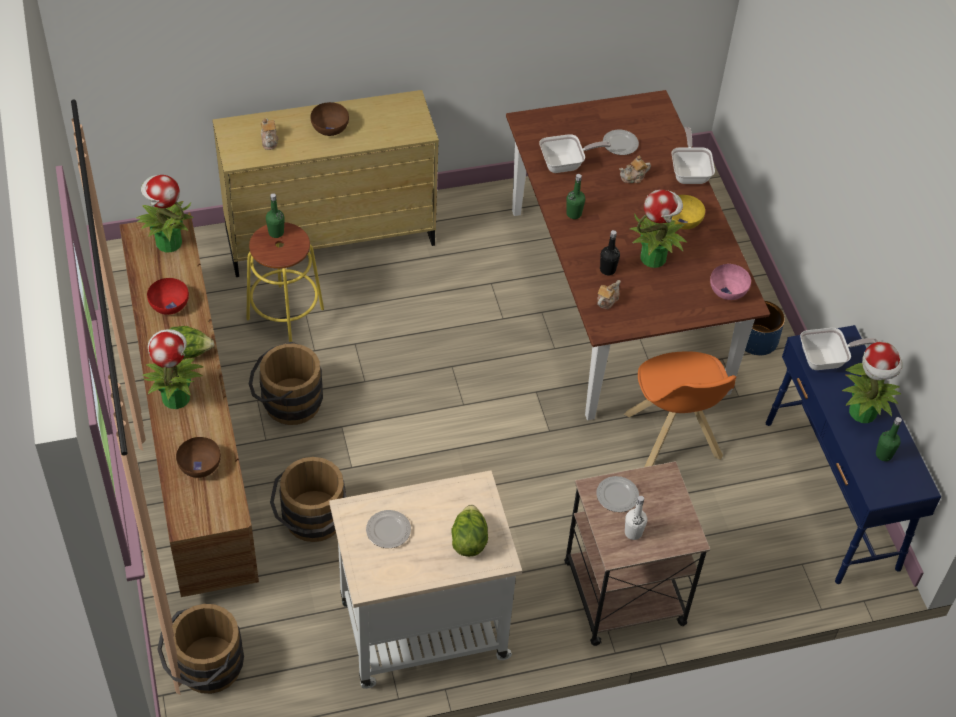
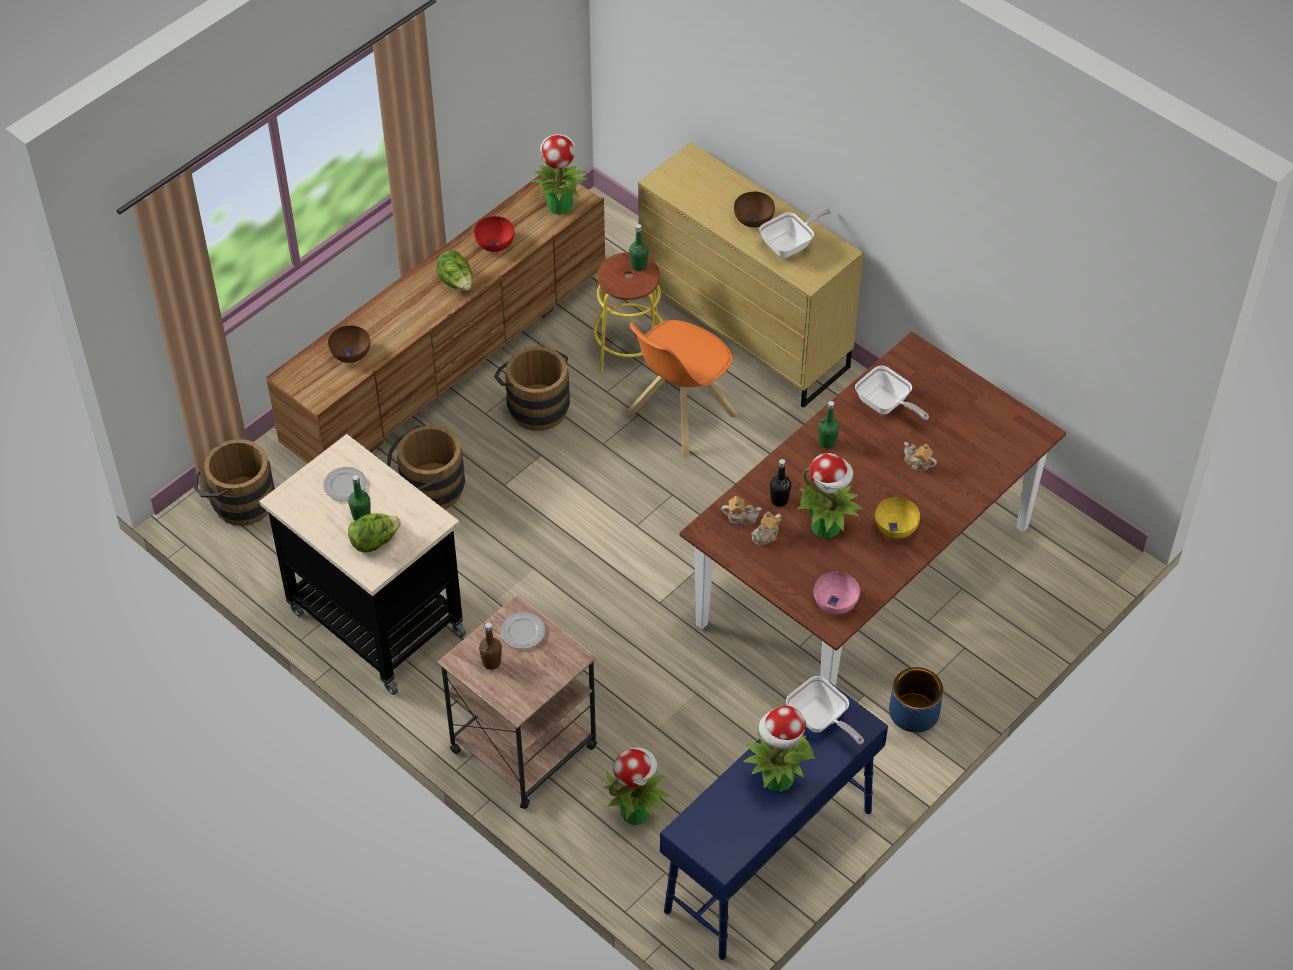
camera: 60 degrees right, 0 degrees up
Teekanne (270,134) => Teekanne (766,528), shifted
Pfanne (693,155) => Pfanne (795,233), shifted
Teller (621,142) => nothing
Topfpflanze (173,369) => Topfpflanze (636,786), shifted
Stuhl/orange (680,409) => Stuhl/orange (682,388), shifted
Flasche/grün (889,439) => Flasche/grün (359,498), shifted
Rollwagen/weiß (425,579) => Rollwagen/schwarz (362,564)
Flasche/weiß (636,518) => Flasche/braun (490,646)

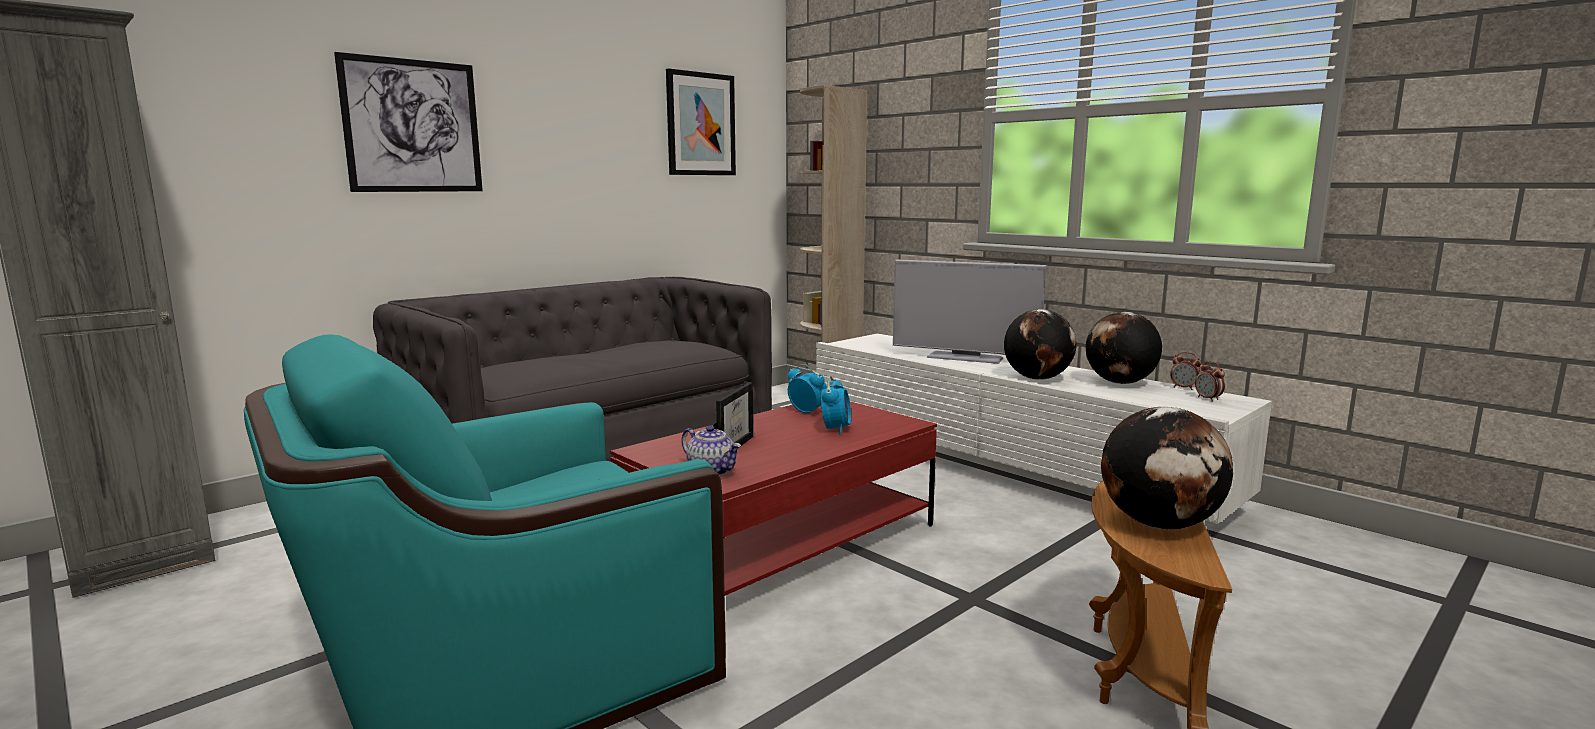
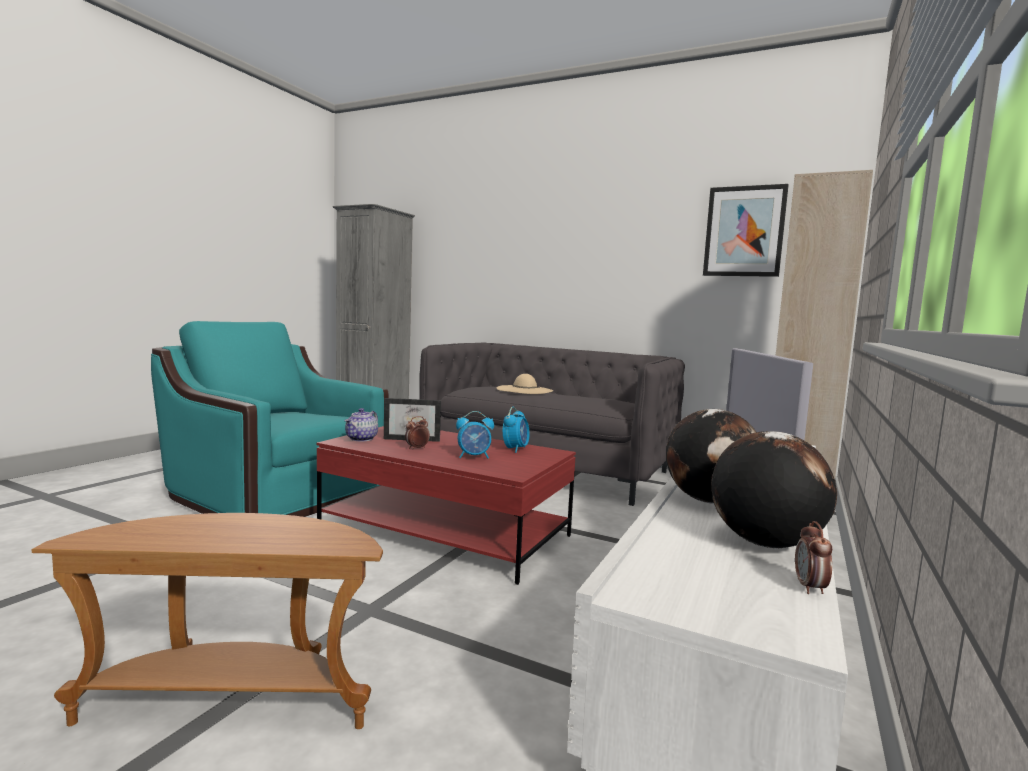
camera: 70 degrees right, 5 degrees down
Bild (408,122) => nothing
Wecker (1210,381) => Wecker (417,432), shifted
Globus (1167,468) => nothing
nothing => Hut/beige (525,384)

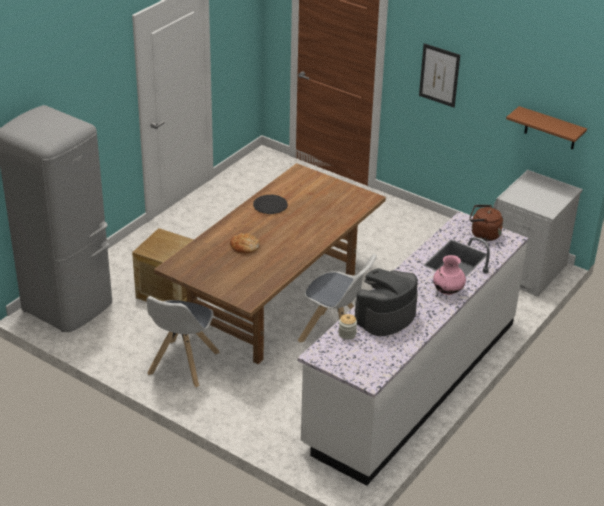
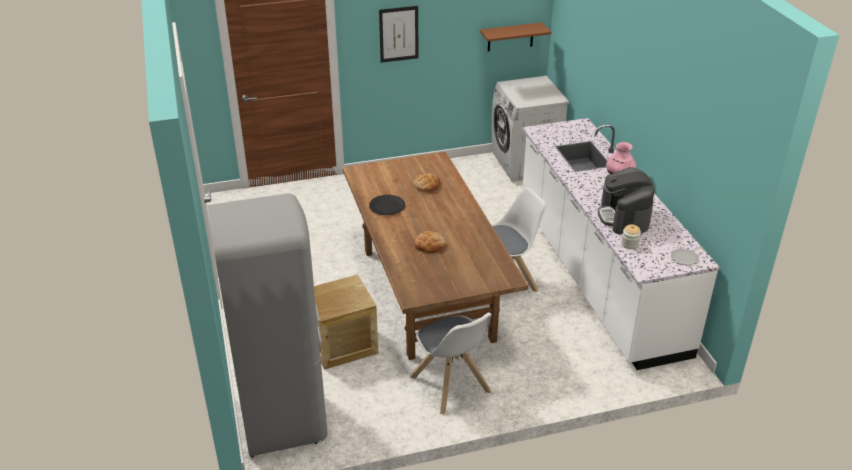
camera: 50 degrees left, 0 degrees up
Wasserkessel/braun (486,223) => nothing
nothing => Brot (427,182)
nothing => Teller (685,257)

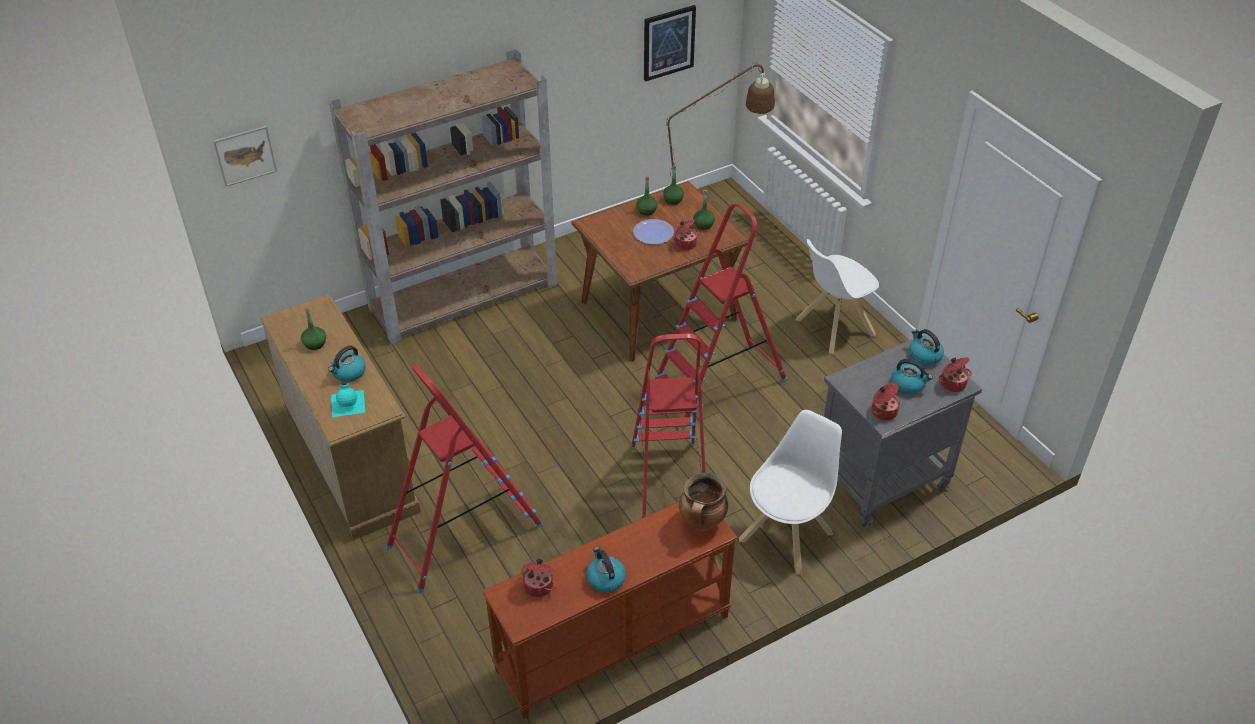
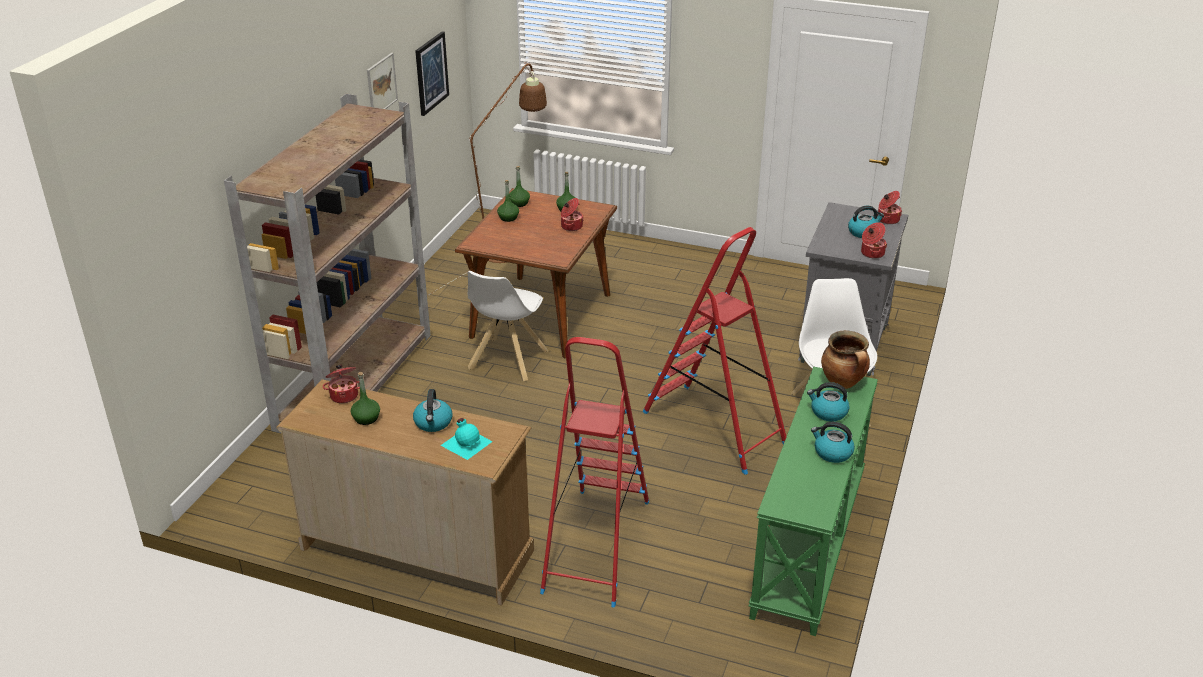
camera: 40 degrees left, 10 degrees down
Bild (245,156) => Bild (382,81), shifted
Trittleiter/rot (720,316) => nothing
Teller (653,232) => nothing
Stuhl/weiß (837,296) => Stuhl/weiß (508,326), shifted
Wasserkessel (926,347) => Wasserkessel (828,401), shifted
Konsolentisch/braun (610,610) => Konsolentisch/grün (813,501)
Kochtopf (538,578) => Kochtopf (341,384), shifted

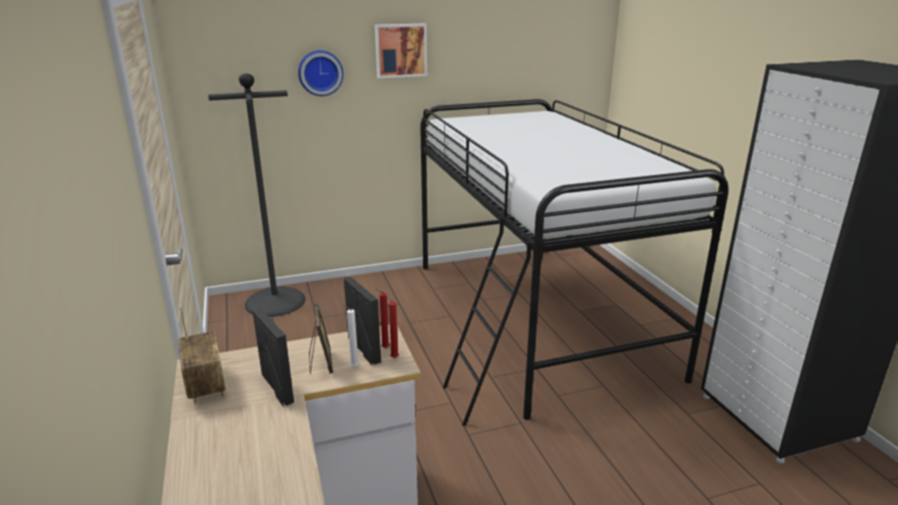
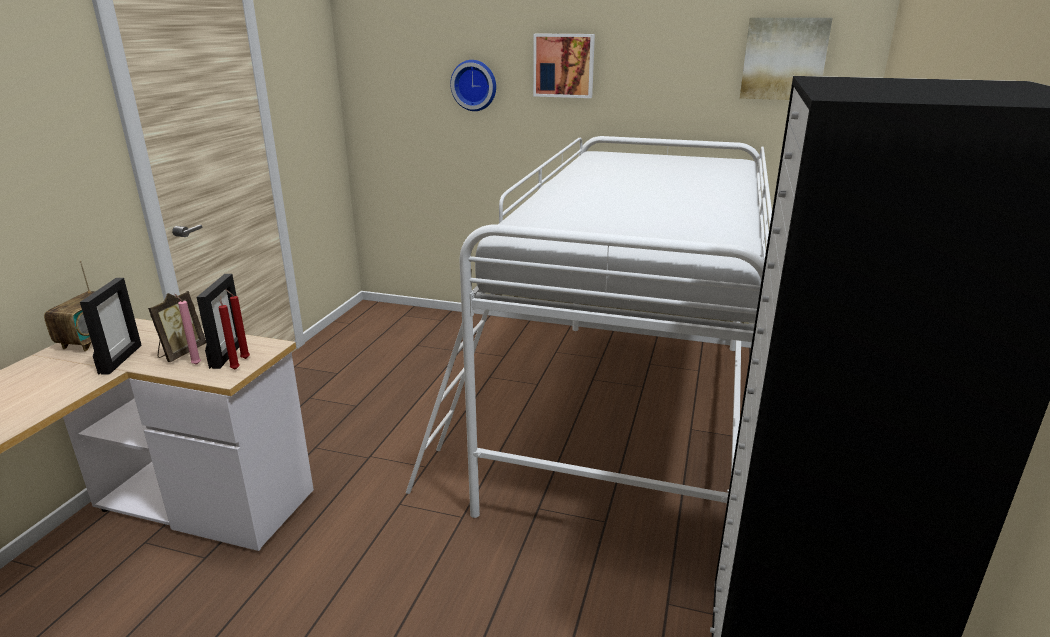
camera: 35 degrees right, 0 degrees up
Kleiderständer/schwarz (257,195) => nothing
Bett/schwarz (574,262) => Bett/weiß (589,327)
Kerze/weiß (350,336) => Kerze/rosa (188,329)
nothing => Bild (786,59)

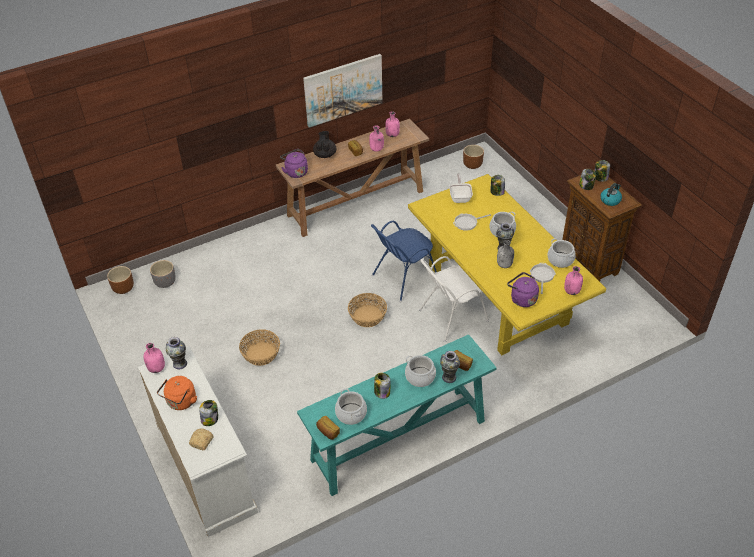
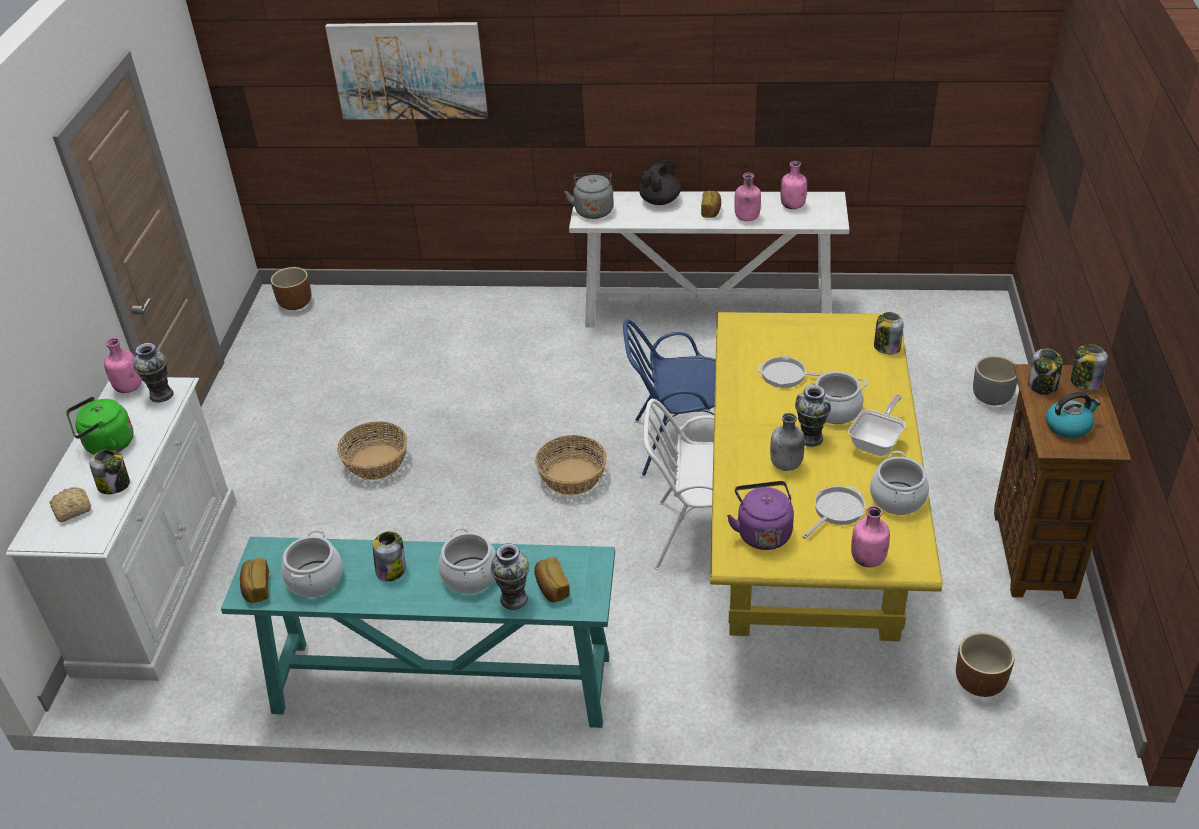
camera: 35 degrees right, 5 degrees down
Bild (343,91) => Bild (406,70), shifted
Konsolentisch/braun (352,178) => Konsolentisch/weiß (709,259)
Pflanzkübel/braun (473,157) => Pflanzkübel/braun (985,664), shifted
Wasserkessel/lila (294,163) => Wasserkessel/grau (589,196)
Pfanne (461,188) => Pfanne (877,425), shifted
Pflanzkübel/grau (163,274) => Pflanzkübel/grau (995,380), shifted
Wasserkessel/orange (177,393) => Wasserkessel/grün (100,426)

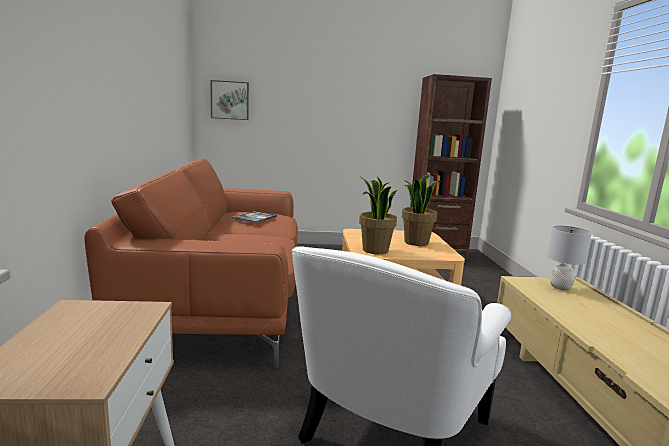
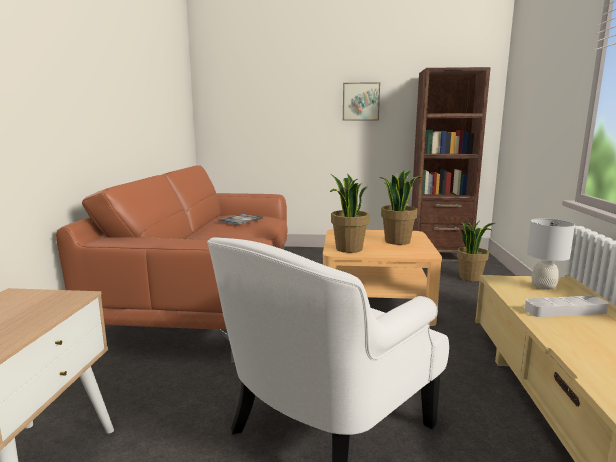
camera: 10 degrees right, 0 degrees up
Bild (229,100) => Bild (361,101), shifted
nothing => Topfpflanze (476,252)
nothing => Tablett/grau (567,306)

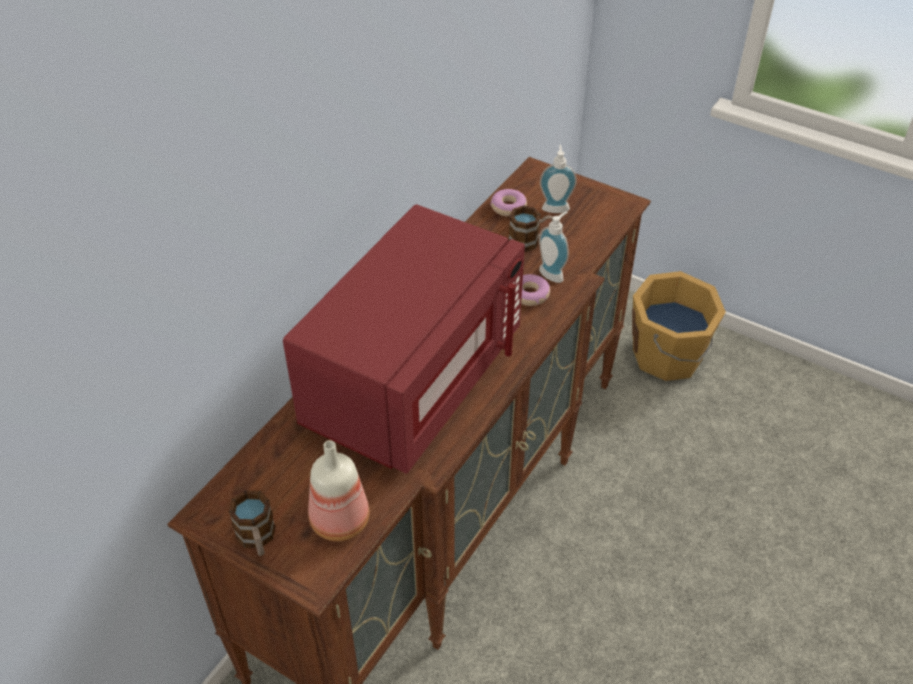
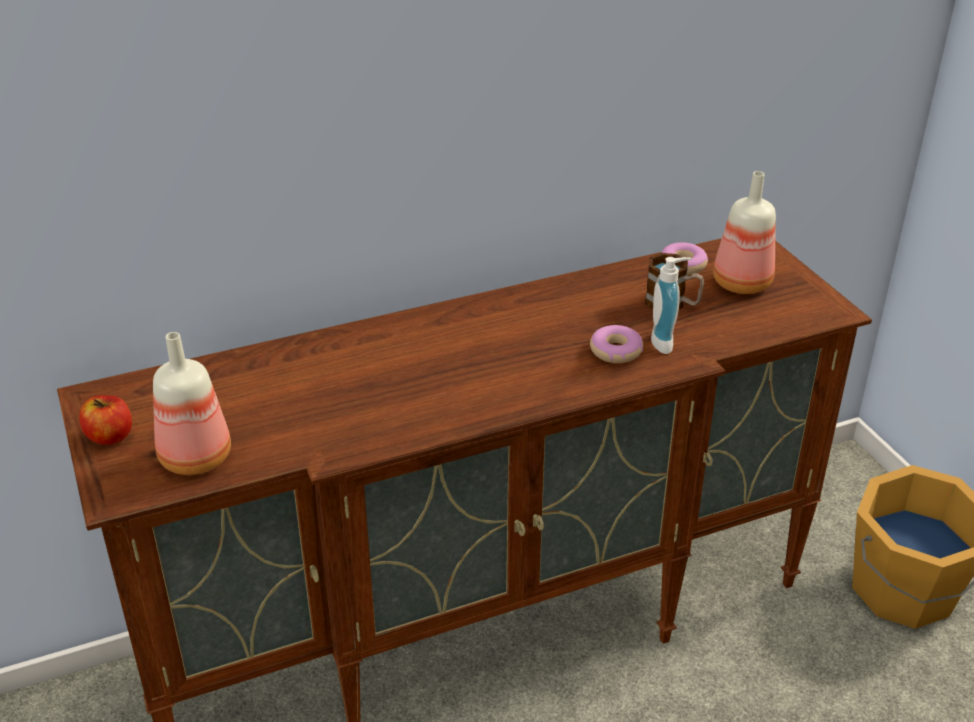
camera: 35 degrees right, 10 degrees down
Seifenspender (558,179) => Flasche (744,232)
Mikrowelle/rot (404,339) => nothing
Henkelbecher (252,523) => Apfel (105,420)

